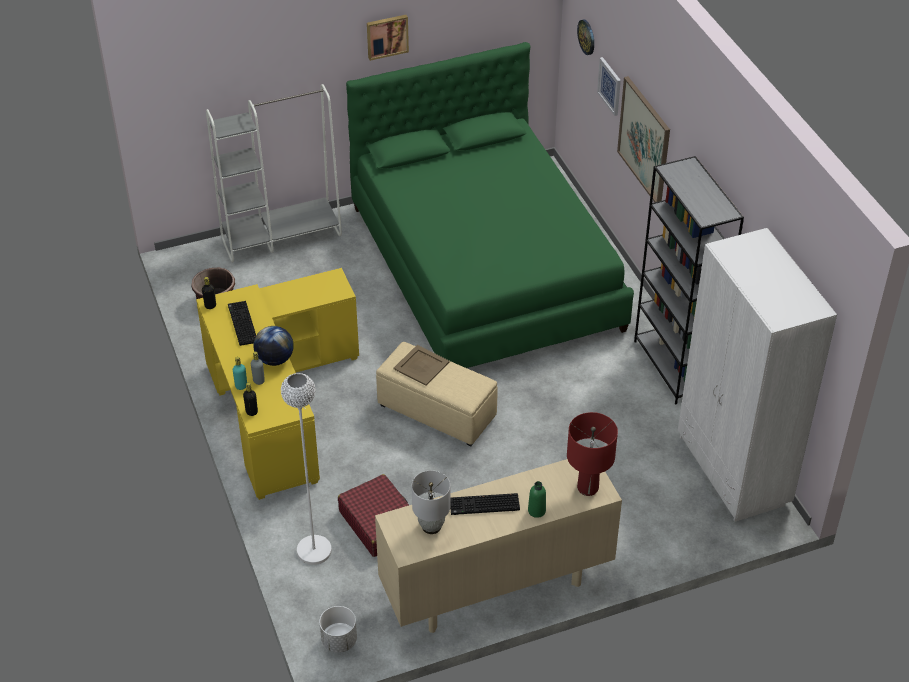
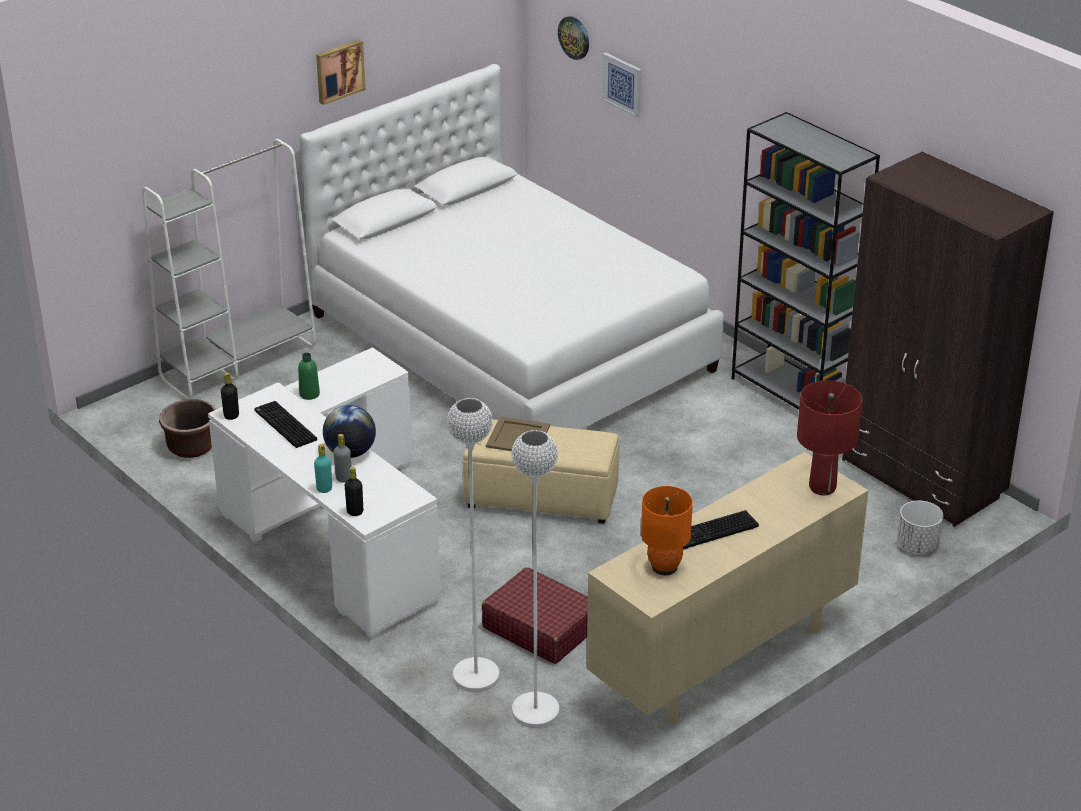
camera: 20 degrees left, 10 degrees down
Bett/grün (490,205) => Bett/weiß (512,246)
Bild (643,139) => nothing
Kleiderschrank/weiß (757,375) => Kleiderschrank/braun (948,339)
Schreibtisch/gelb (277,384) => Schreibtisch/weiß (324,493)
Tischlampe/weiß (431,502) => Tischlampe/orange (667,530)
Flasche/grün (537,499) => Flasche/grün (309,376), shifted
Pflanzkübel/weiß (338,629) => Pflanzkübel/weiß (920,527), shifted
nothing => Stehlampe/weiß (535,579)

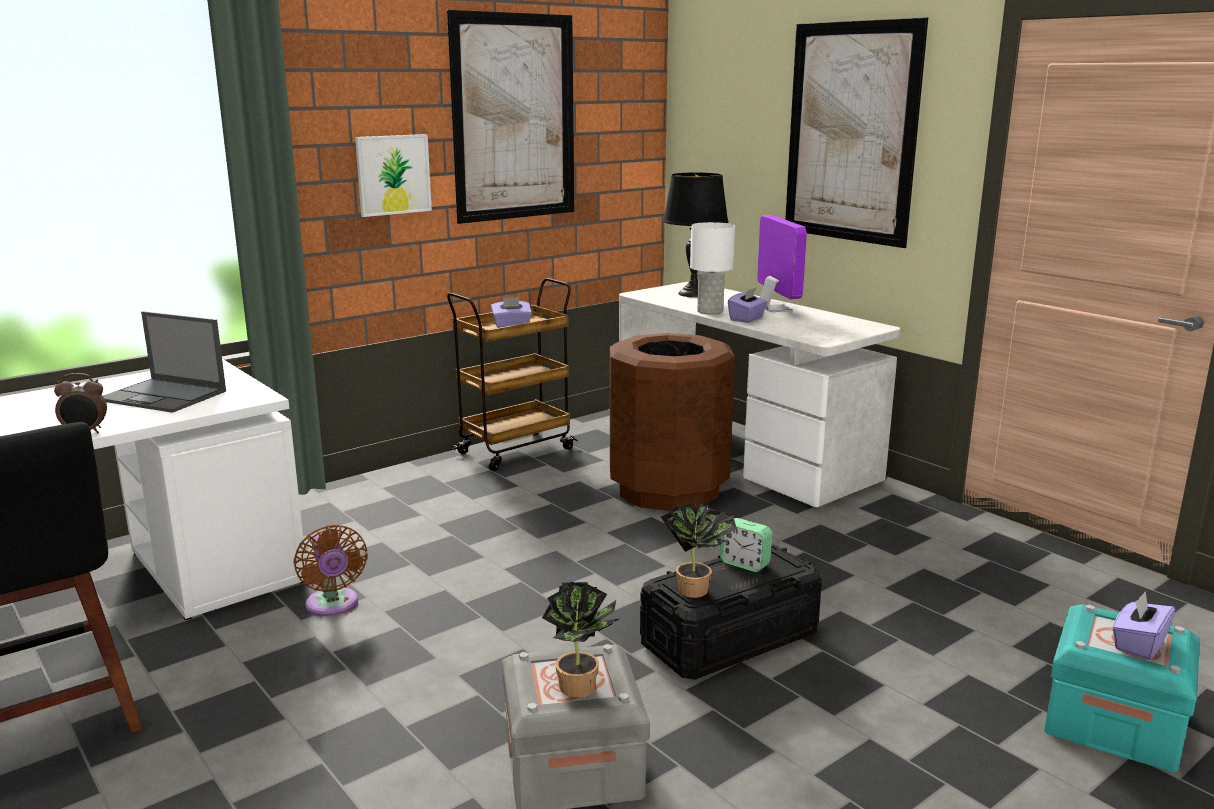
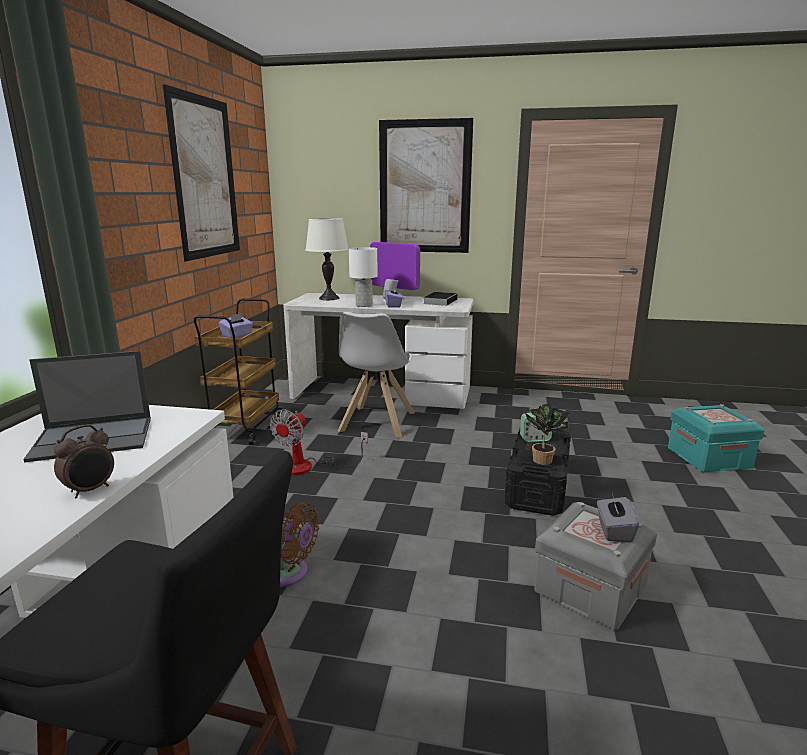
camera: 40 degrees left, 0 degrees up
Bild (393,175) => nothing
Tischlampe/schwarz (696,234) => Tischlampe/weiß (327,259)
Mülleimer/braun (672,422) => Stuhl (376,375)
Topfpflanze (582,640) => Taschentuchbox/grau (618,518)
Taschentuchbox/lila (1143,625) => nothing
nothing => Buch (440,299)
nothing => Ventilator (319,442)

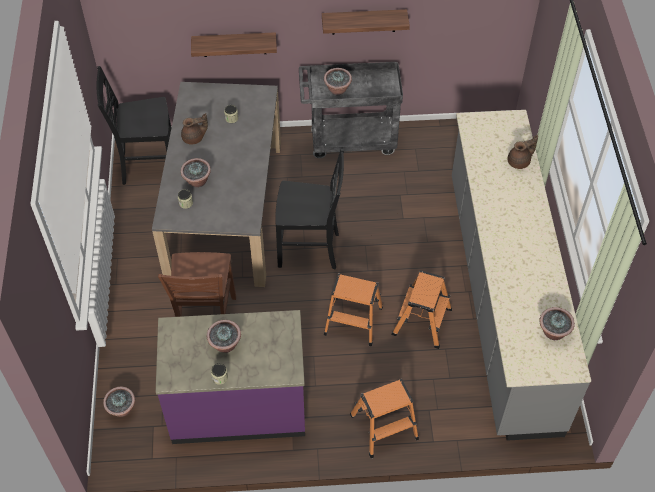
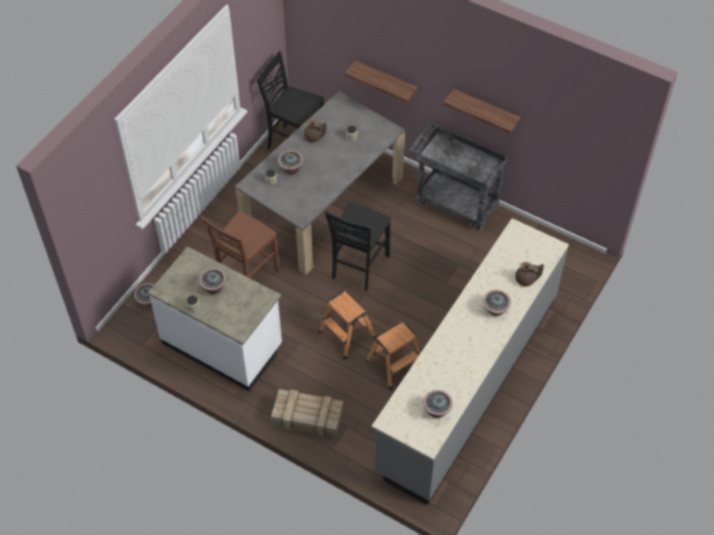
camera: 35 degrees right, 0 degrees up
Topfpflanze (338,81) => Topfpflanze (497,303), shifted
Stuhl/schwarz (309,209) => Stuhl/schwarz (358,247), 75 degrees clockwise
Küchenzeile/lila (230,377) => Küchenzeile/weiß (215,319)
Trittleiter/orange (384,418) => Kiste (307,413)

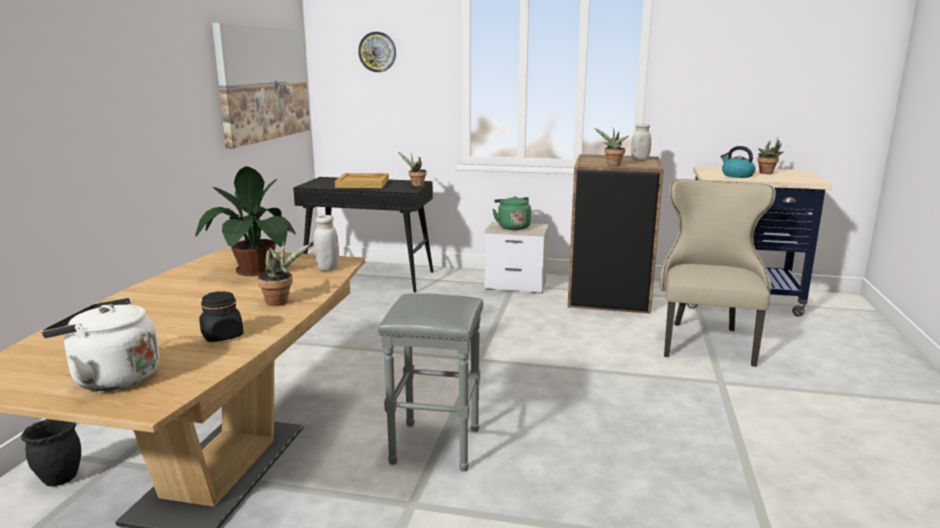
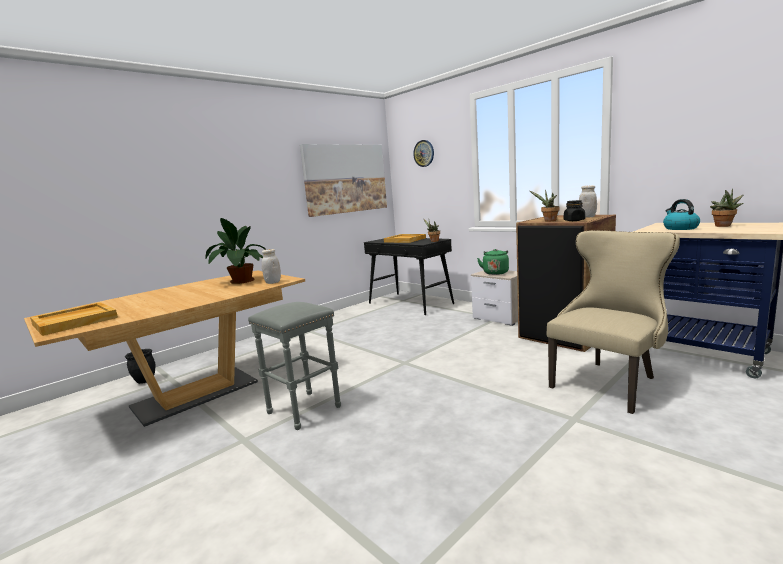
camera: 35 degrees right, 5 degrees down
Topfpflanze (284,273) => nothing
Vorratsglas/schwarz (221,316) => Vorratsglas/schwarz (574,210), shifted
Wasserkessel/weiß (100,344) => Tablett/beige (74,319)

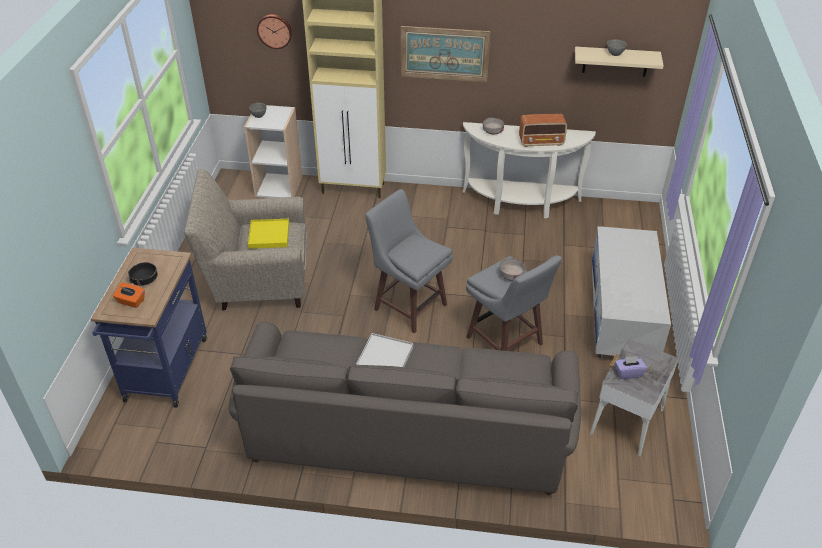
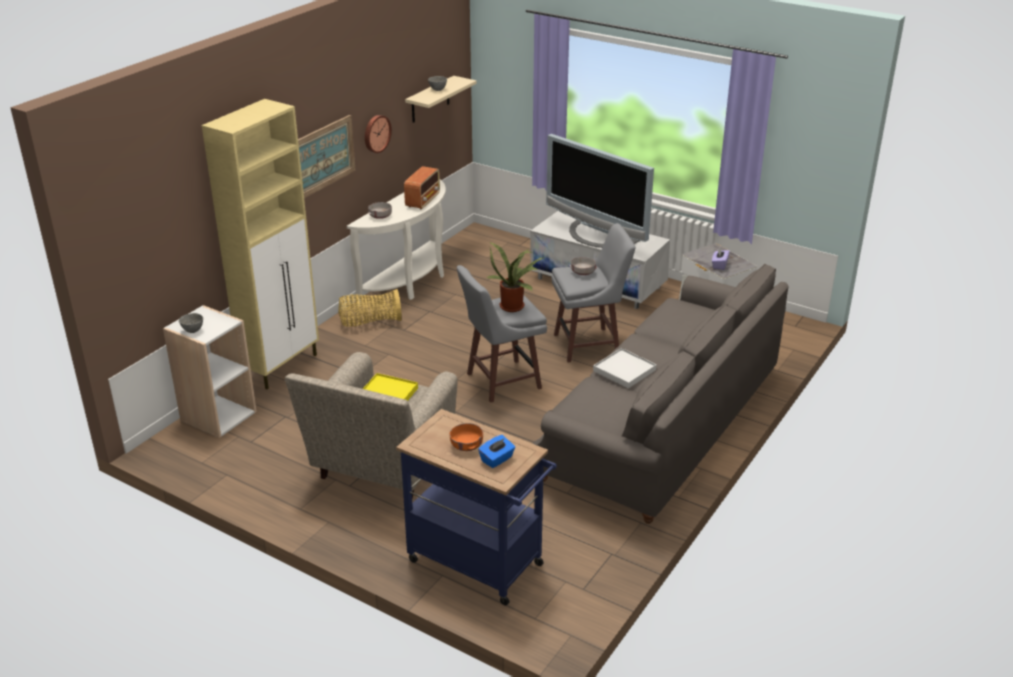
camera: 65 degrees left, 10 degrees down
Wanduhr (274,31) => Wanduhr (378,134), shifted
Schüssel/schwarz (143,274) => Schüssel/orange (466,437)
Taschentuchbox/orange (129,295) => Taschentuchbox/blau (496,451)
nothing => Fernseher (600,191)
nothing => Topfpflanze (515,277)
nothing => Korb (370,308)

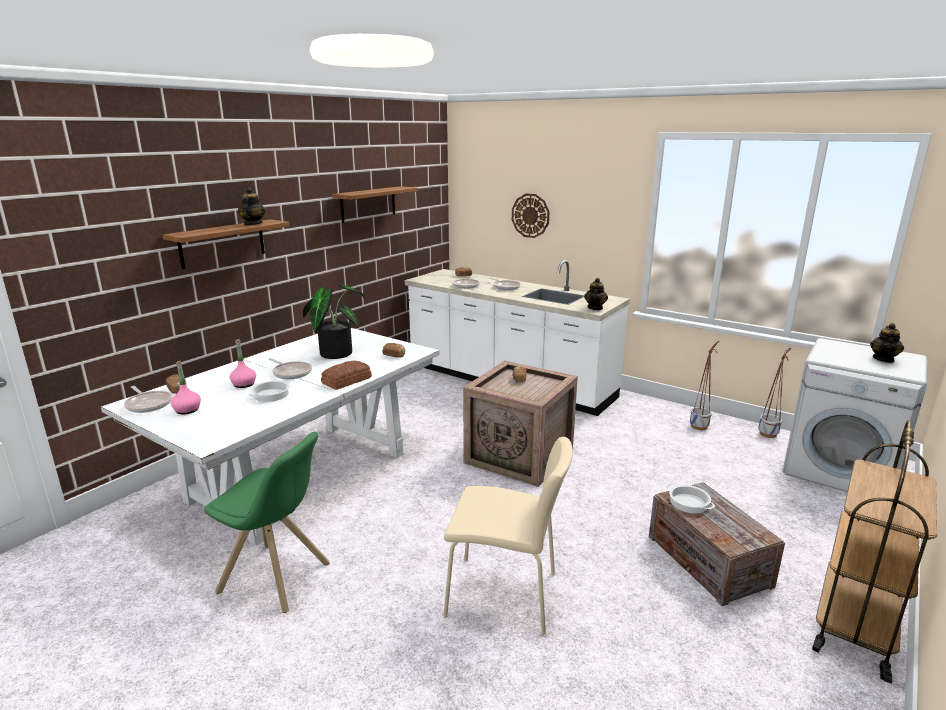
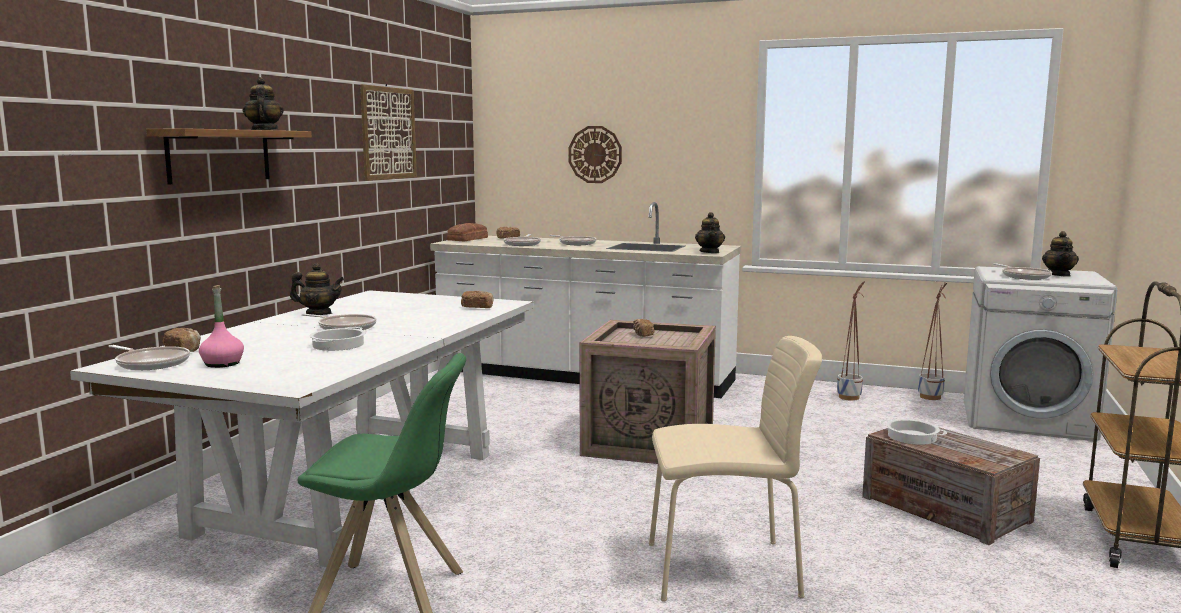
camera: 15 degrees left, 10 degrees down
Wandregal (375,204) => Bild (388,132)
Topfpflanze (334,322) => nothing
Flasche/rosa (243,363) => nothing
Brot (346,375) => Brot (467,232), shifted
nothing => Teekanne (317,289)
nothing => Pfanne (1022,271)

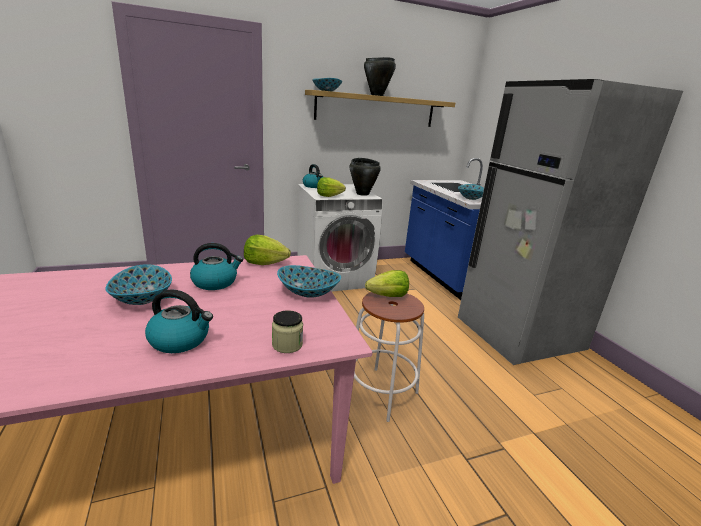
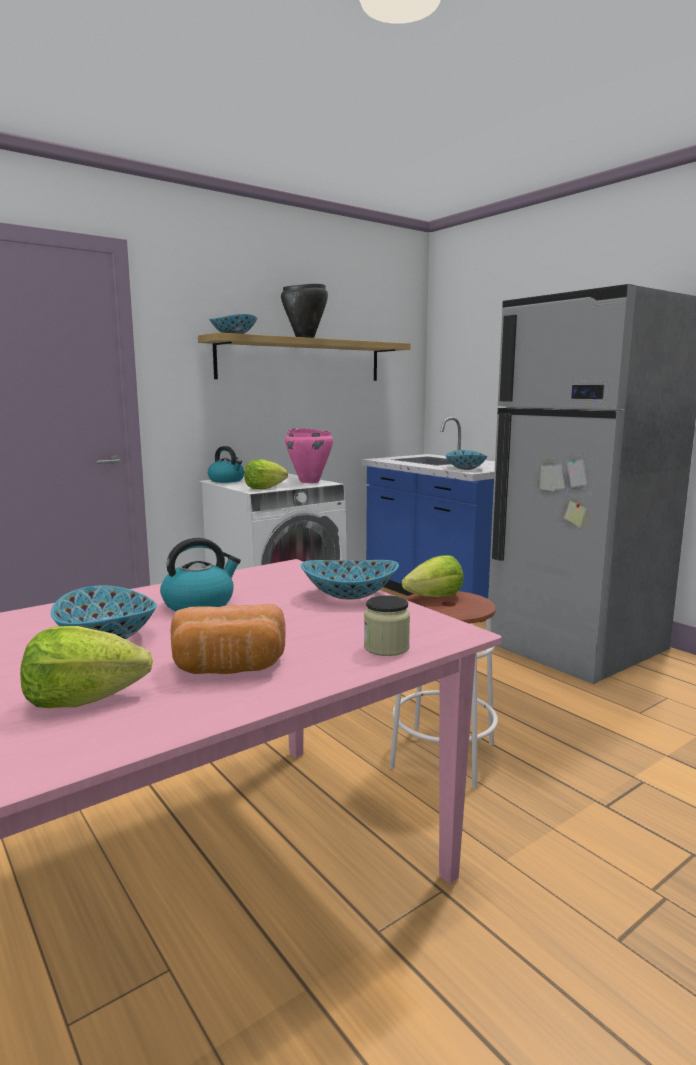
camera: 15 degrees left, 10 degrees down
Kochtopf/schwarz (365,177) => Kochtopf/rosa (309,455)
Salatkopf (267,250) => Salatkopf (86,667), shifted
Wasserkessel (179,321) => Brot (228,639)

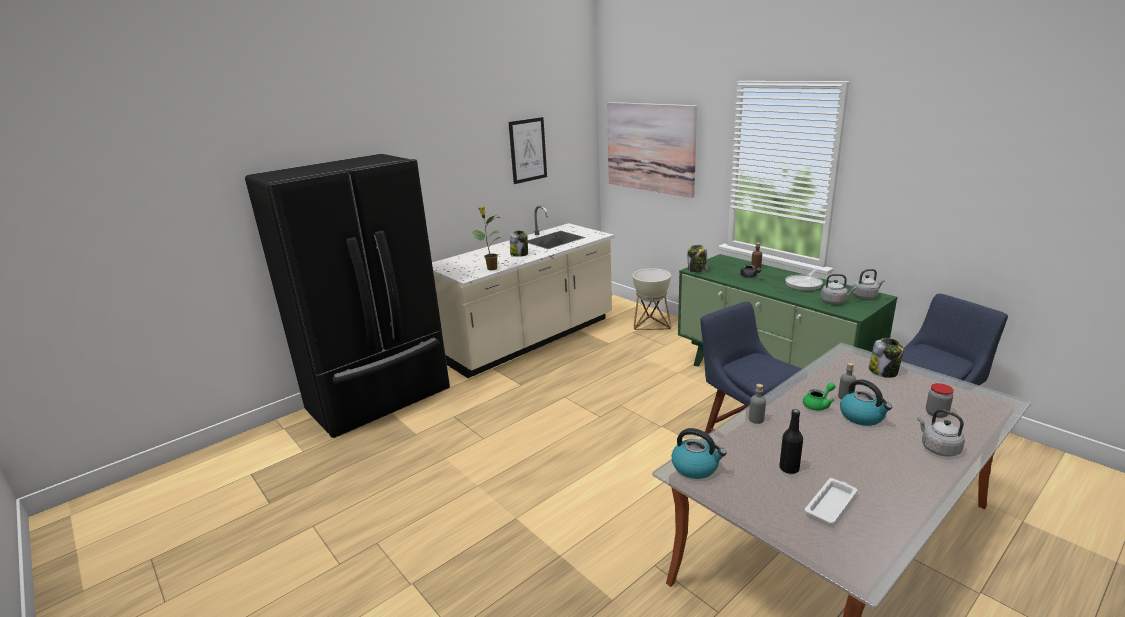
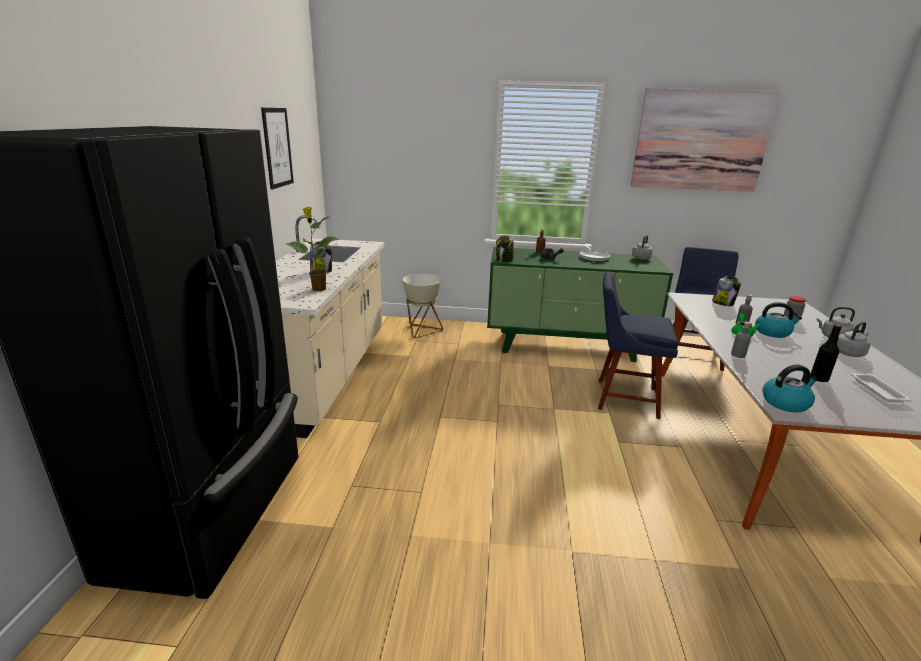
camera: 45 degrees left, 0 degrees up
Bild (652,150) => Bild (705,140), shifted
Wasserkessel/grau (838,289) => Wasserkessel/grau (854,339), shifted

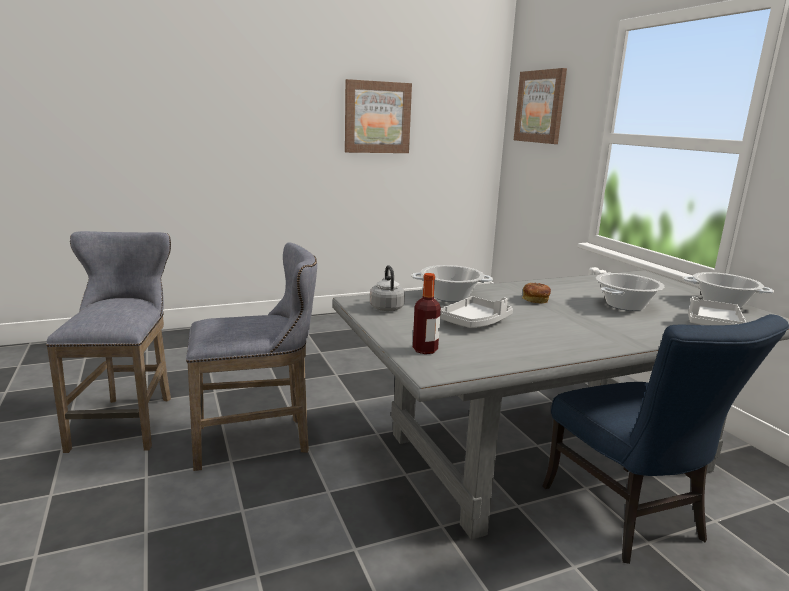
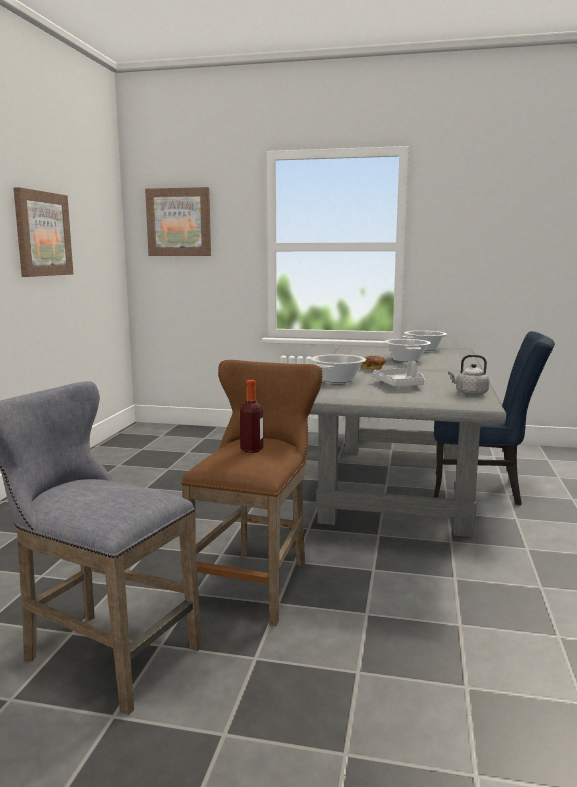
camera: 55 degrees left, 5 degrees down
Hocker/grau (251,357) => Hocker/braun (251,493)
Wasserkessel/grau (387,288) => Wasserkessel/grau (468,375), shifted
Flasche (427,313) => Flasche (251,416), shifted
Tablett/grau (717,310) => nothing

